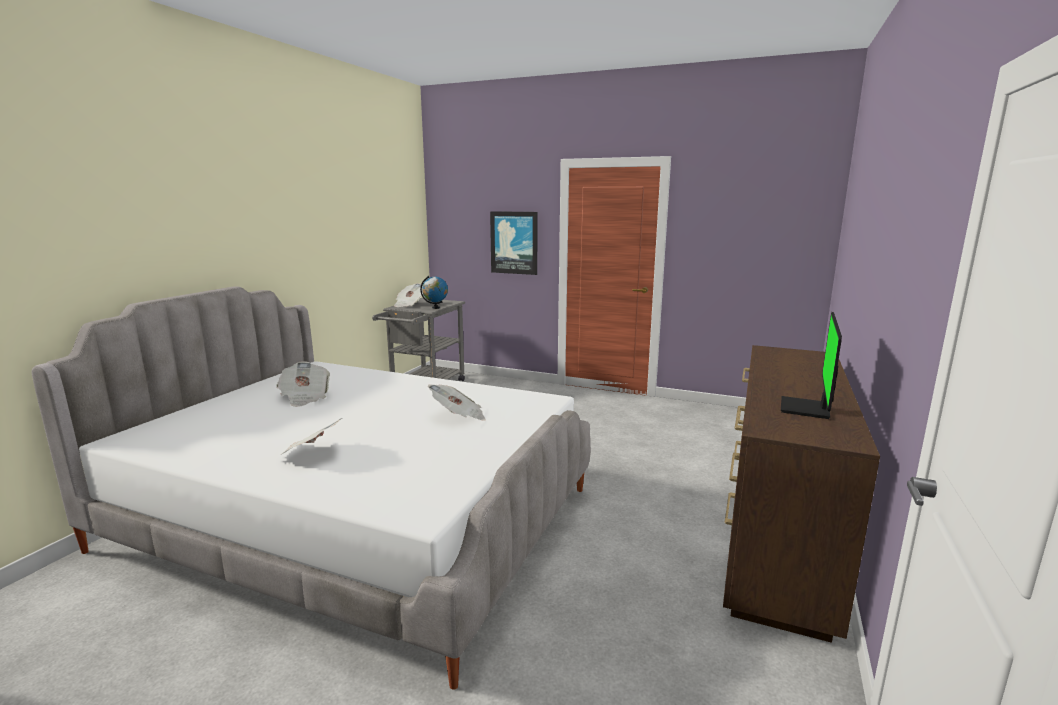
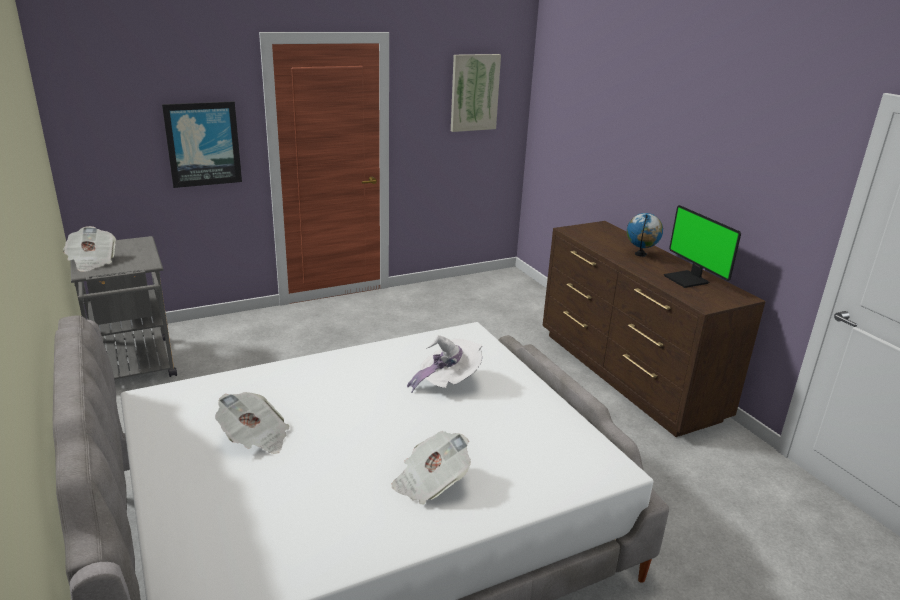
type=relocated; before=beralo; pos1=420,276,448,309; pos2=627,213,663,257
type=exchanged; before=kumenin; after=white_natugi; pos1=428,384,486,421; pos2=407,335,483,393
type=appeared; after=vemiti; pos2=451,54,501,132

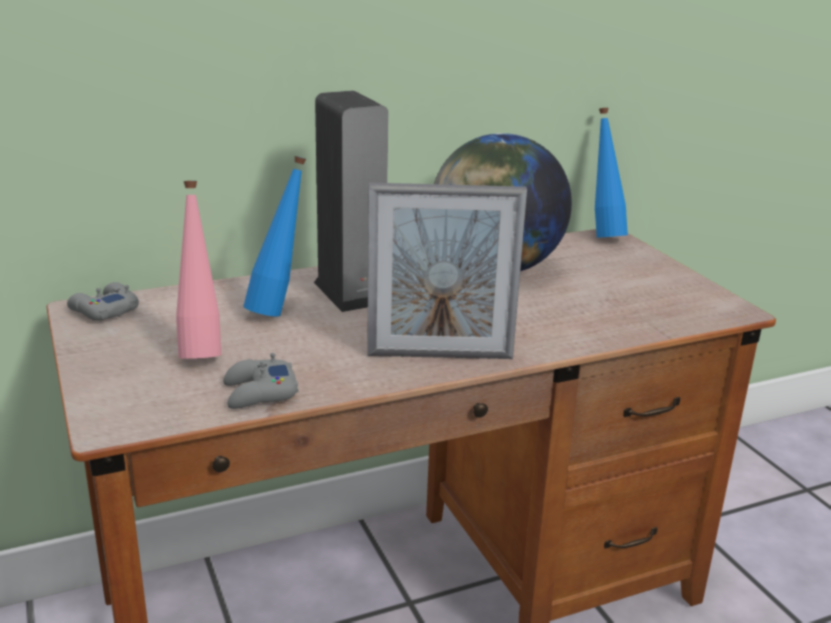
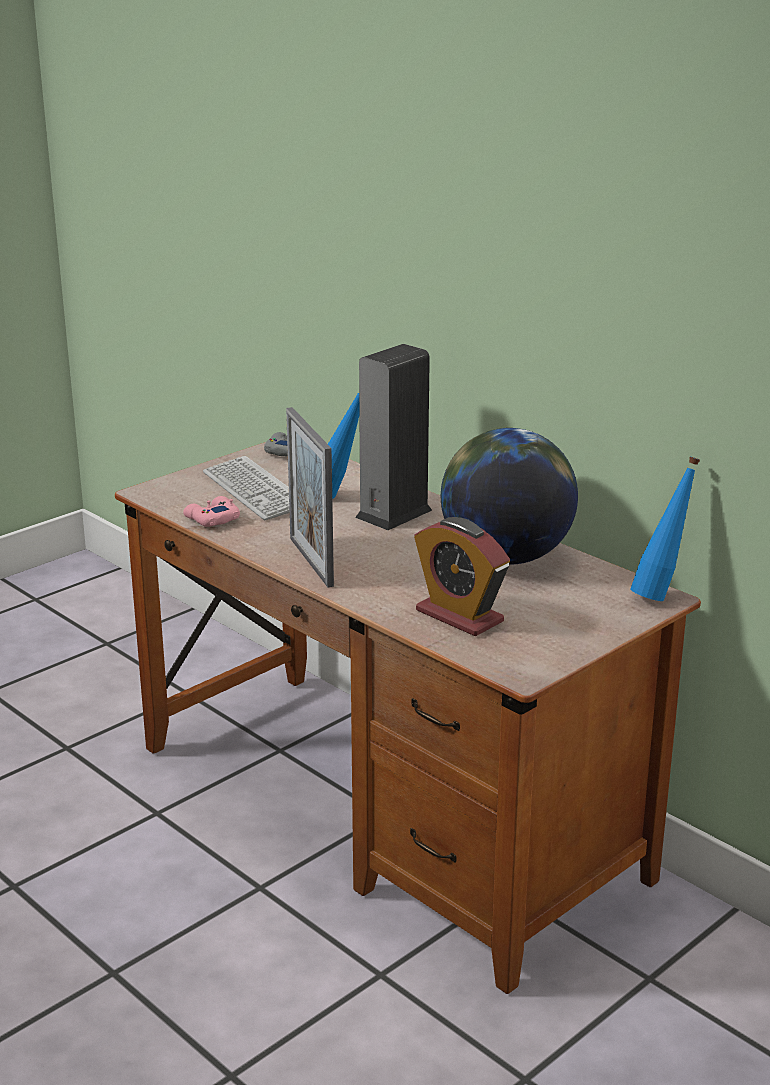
type=exchanged; before=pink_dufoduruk; after=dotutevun; pos1=176,181,222,359; pos2=203,456,289,520
type=colour; before=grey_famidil; after=pink_famidil; pos1=223,353,298,409; pos2=183,496,240,527
type=appeared; after=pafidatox; pos2=414,517,510,636

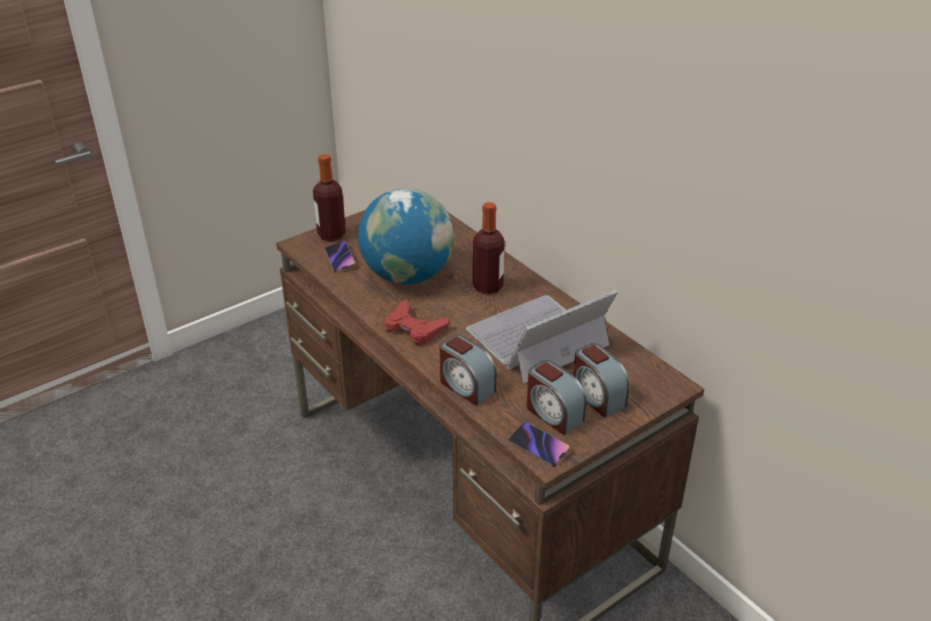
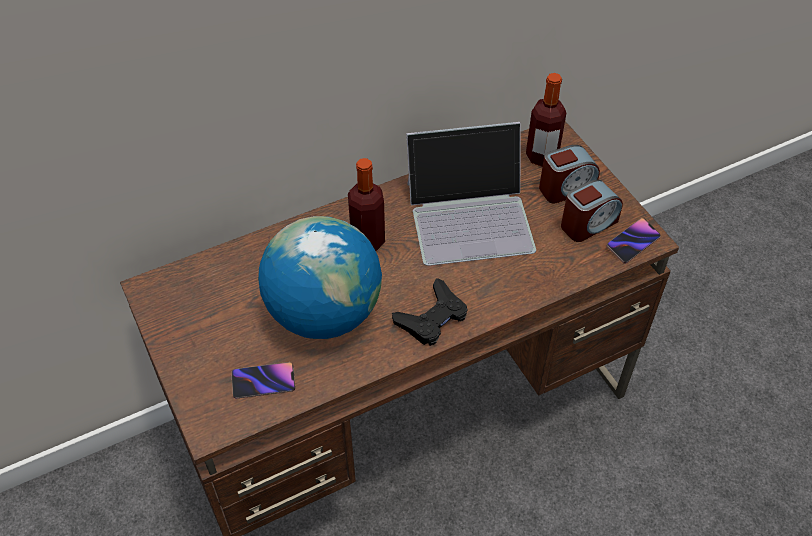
type=relocated; before=dufoduruk; pos1=313,154,346,242; pos2=526,73,566,167
type=colour; before=red_famidil; after=black_famidil; pos1=384,299,449,346; pos2=392,278,468,346
type=missing; before=pafidatox; pos1=440,334,496,406
type=spun; before=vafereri; pos1=466,290,618,384; pos2=406,122,536,266; turn=-75

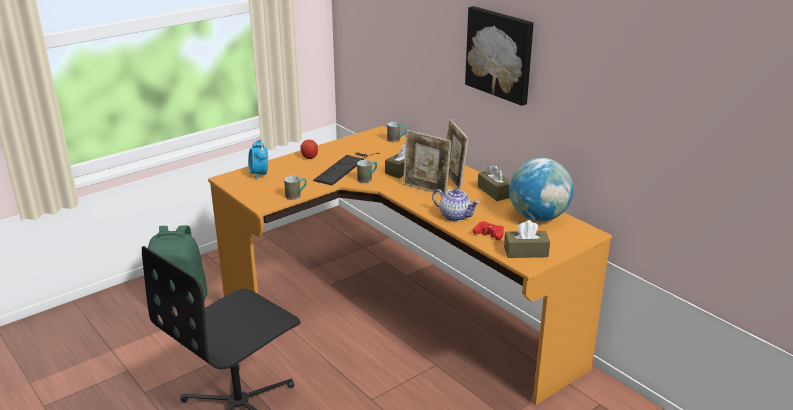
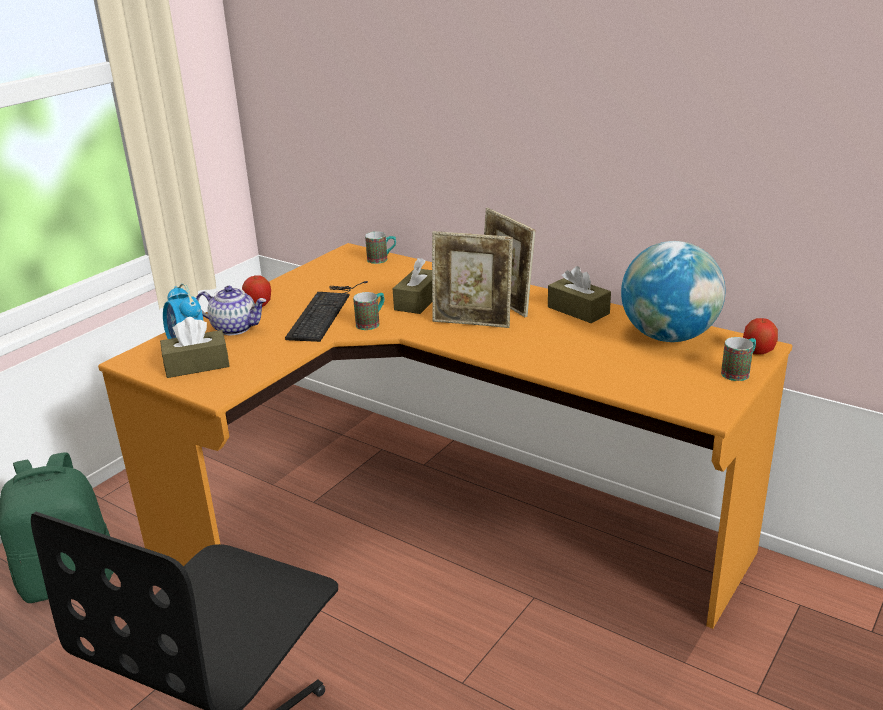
type=relocated; before=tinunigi; pos1=284,176,307,200; pos2=721,337,756,381
type=relocated; before=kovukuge; pos1=432,188,480,221; pos2=196,286,267,335
type=missing; before=vemiti; pos1=465,6,534,106
type=missing; before=red_famidil; pos1=473,221,504,241
type=relocated; before=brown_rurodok; pos1=504,220,550,258; pos2=160,317,229,378
type=appeared; after=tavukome; pos2=743,318,778,355

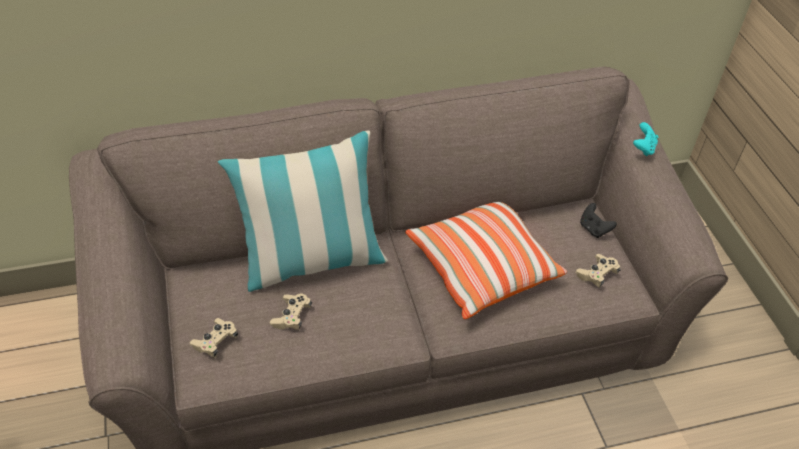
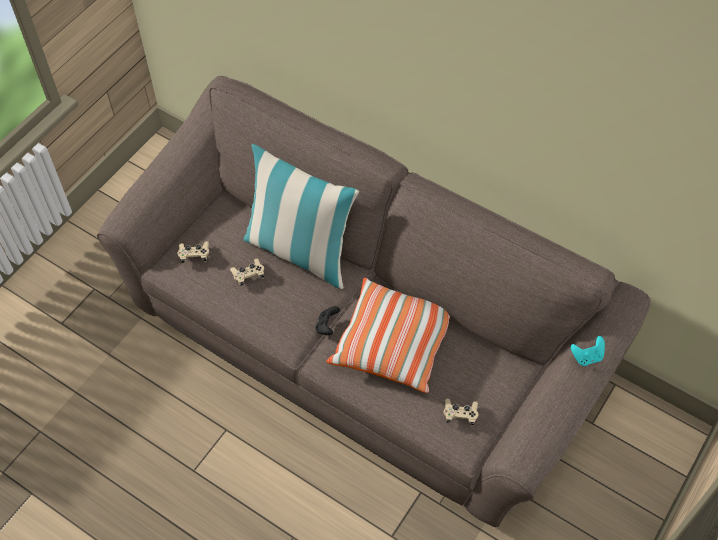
type=relocated; before=black_famidil; pos1=580,203,617,238; pos2=315,306,340,335

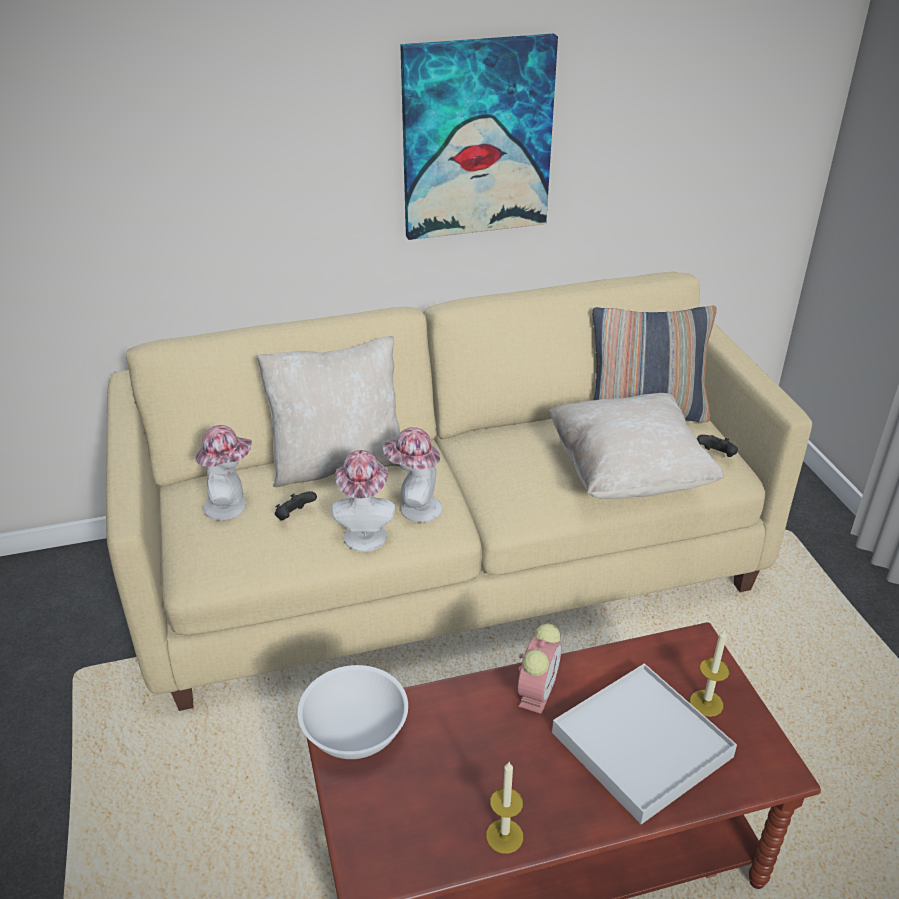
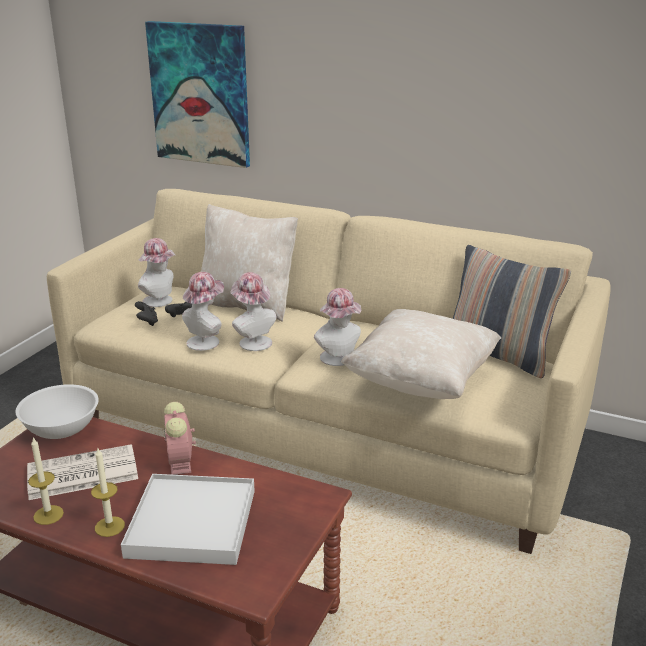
type=relocated; before=vemiti; pos1=400,34,558,240; pos2=145,21,250,168
type=spun; before=pafidatox; pos1=518,623,562,714; pos2=164,402,196,475; turn=105
type=relocated; before=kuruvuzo; pos1=690,629,729,717; pos2=91,448,125,537
type=relocated; before=black_famidil; pos1=697,435,738,457; pos2=135,301,158,326
type=appeared; after=kumenin; pos2=27,444,138,500
type=appeared; after=natugi; pos2=314,288,361,366

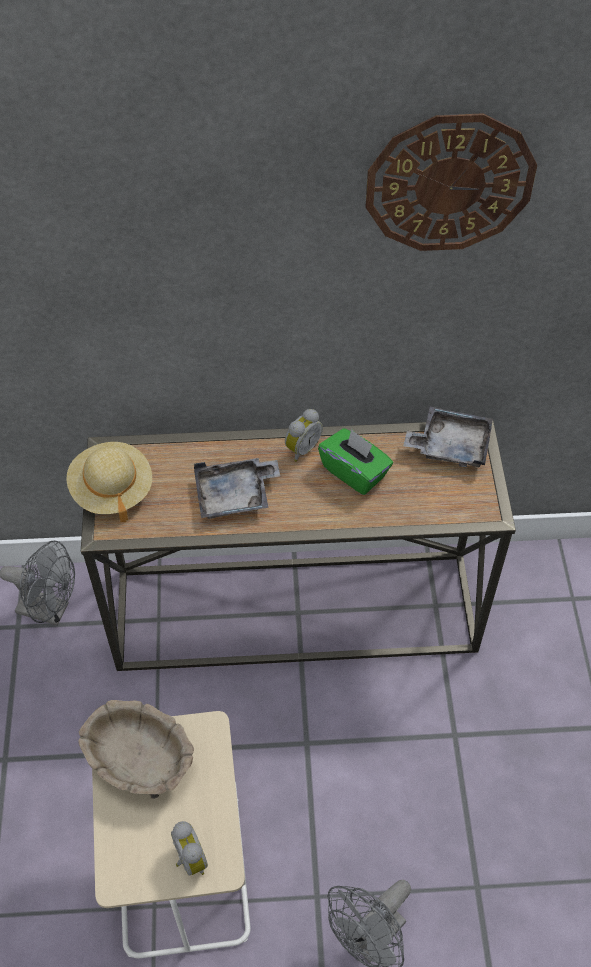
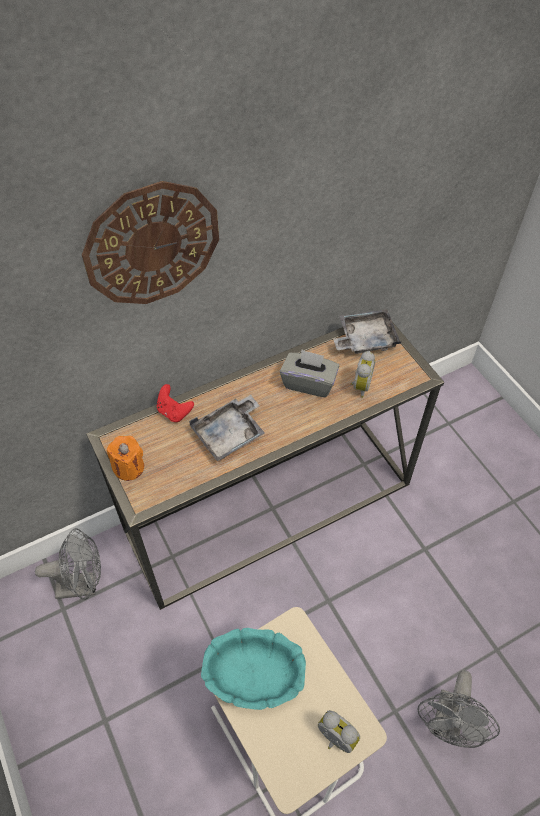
type=exchanged; before=beige_natugi; after=orange_kuruvuzo; pos1=66,442,152,522; pos2=107,436,144,481
type=colour; before=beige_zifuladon; after=turquoise_zifuladon; pos1=78,700,194,799; pos2=201,628,306,710
type=relocated; before=pafidatox; pos1=285,409,323,462; pos2=351,351,375,398
type=colour; before=green_rurodok; after=grey_rurodok; pos1=318,428,393,495; pos2=280,349,339,397
type=relocated; before=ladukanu; pos1=366,113,537,251; pos2=82,181,219,304
type=appeared; after=red_famidil; pos2=157,384,194,422

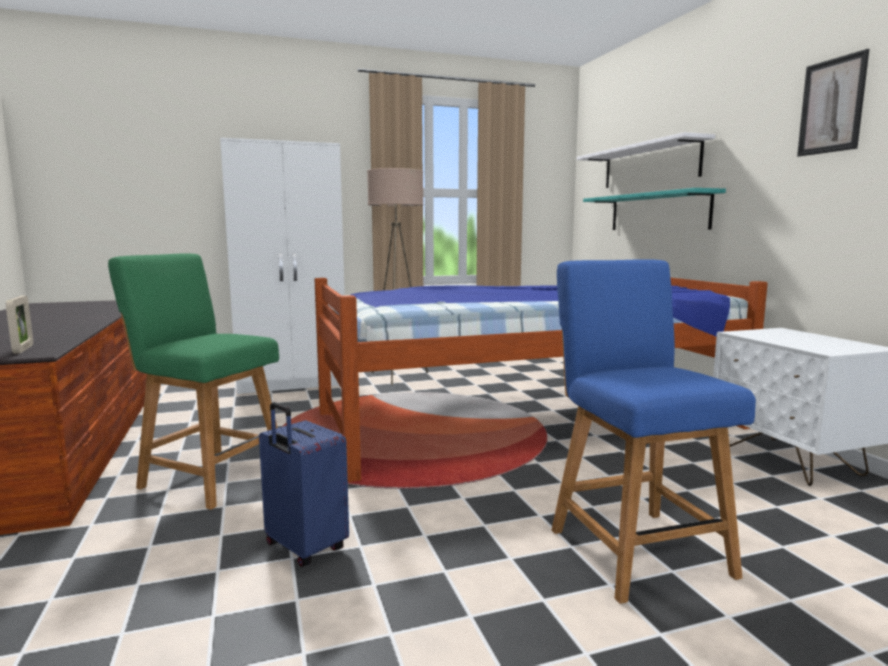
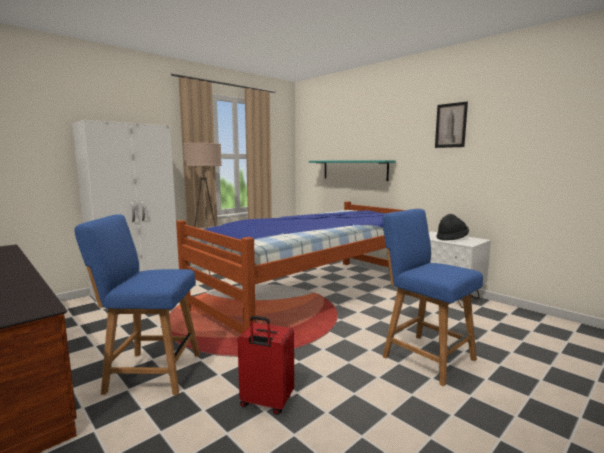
type=missing; before=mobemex; pos1=6,296,33,354
type=colour; before=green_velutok; after=blue_velutok; pos1=108,253,279,510; pos2=74,214,200,395
type=colour; before=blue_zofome; after=red_zofome; pos1=259,402,349,567; pos2=237,316,294,415
type=missing; before=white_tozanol; pos1=577,132,715,188
type=appeared; after=black_natugi; pos2=436,214,469,241

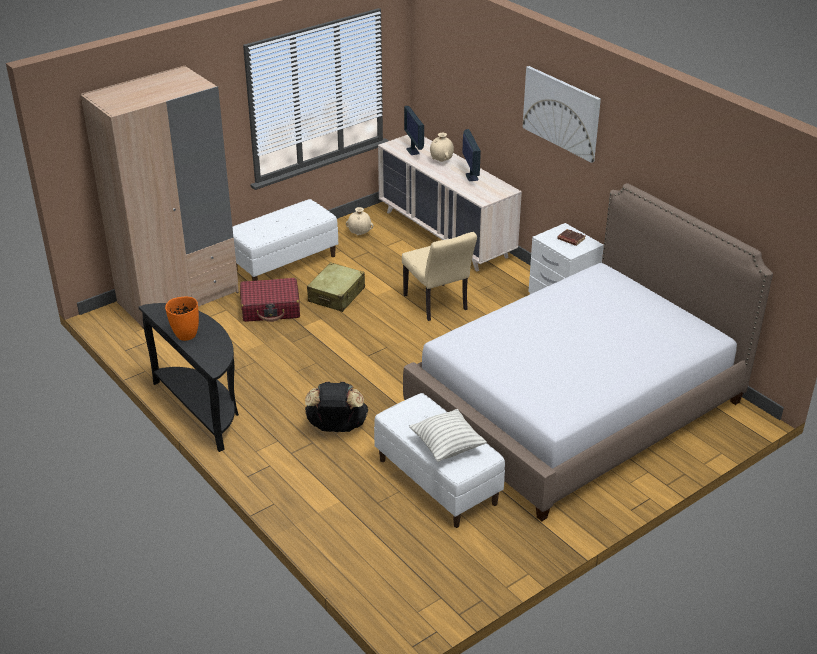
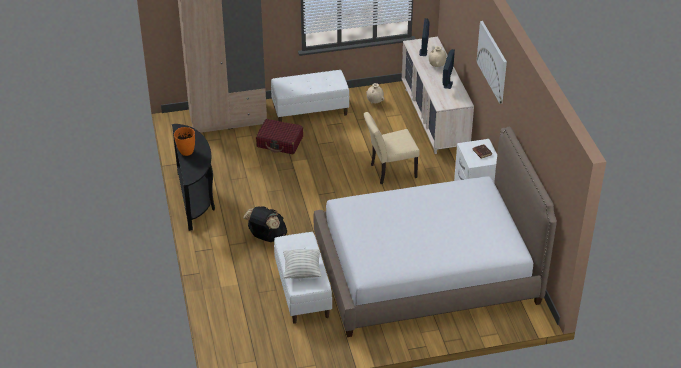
type=missing; before=beige_zofome; pos1=307,262,365,312
type=spun; before=beige_velutok; pos1=402,232,477,321; pos2=364,112,420,184; turn=75

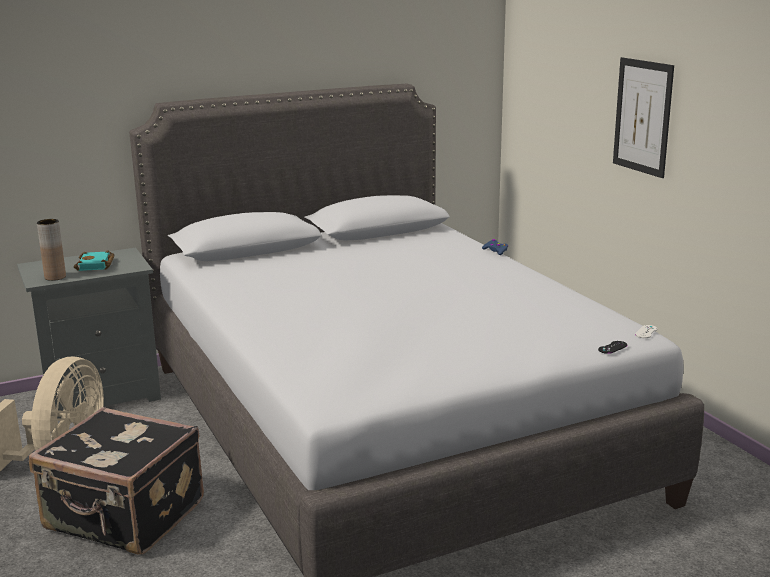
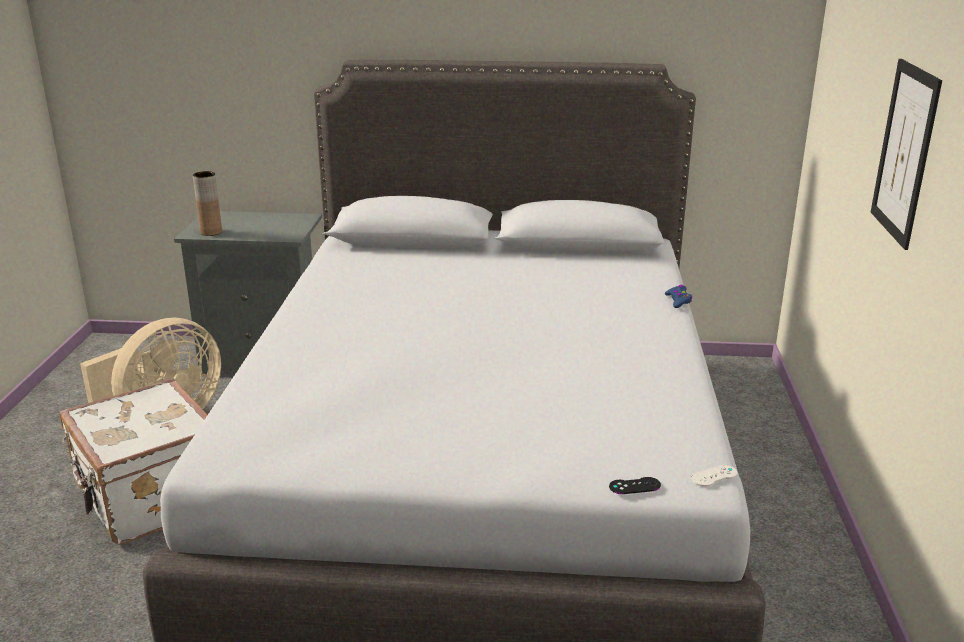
type=colour; before=black_zofome; after=white_zofome; pos1=29,407,204,555; pos2=60,379,208,545
type=missing; before=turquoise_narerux; pos1=74,250,114,271

